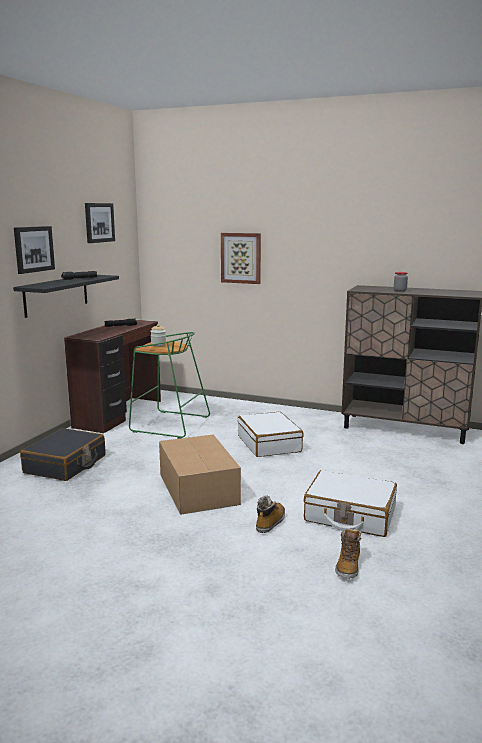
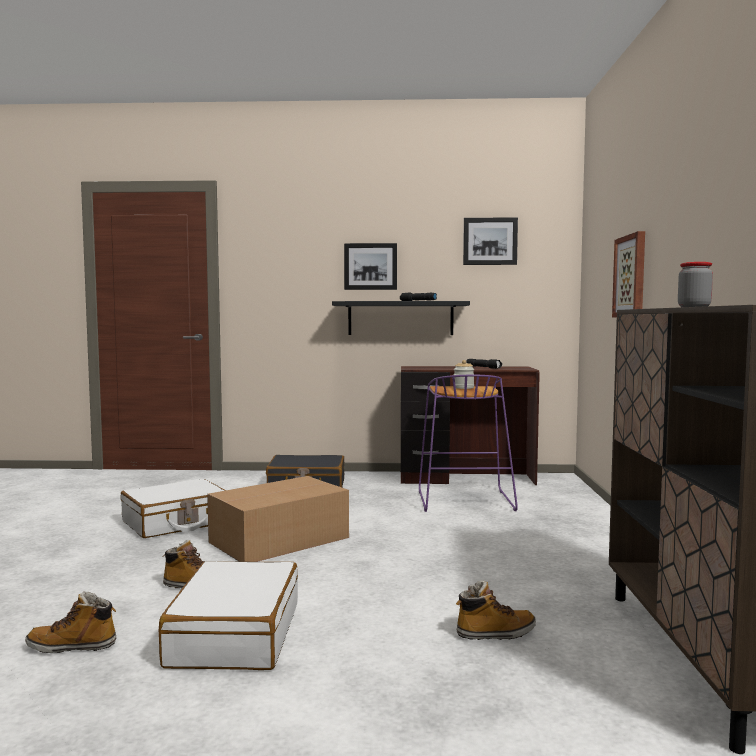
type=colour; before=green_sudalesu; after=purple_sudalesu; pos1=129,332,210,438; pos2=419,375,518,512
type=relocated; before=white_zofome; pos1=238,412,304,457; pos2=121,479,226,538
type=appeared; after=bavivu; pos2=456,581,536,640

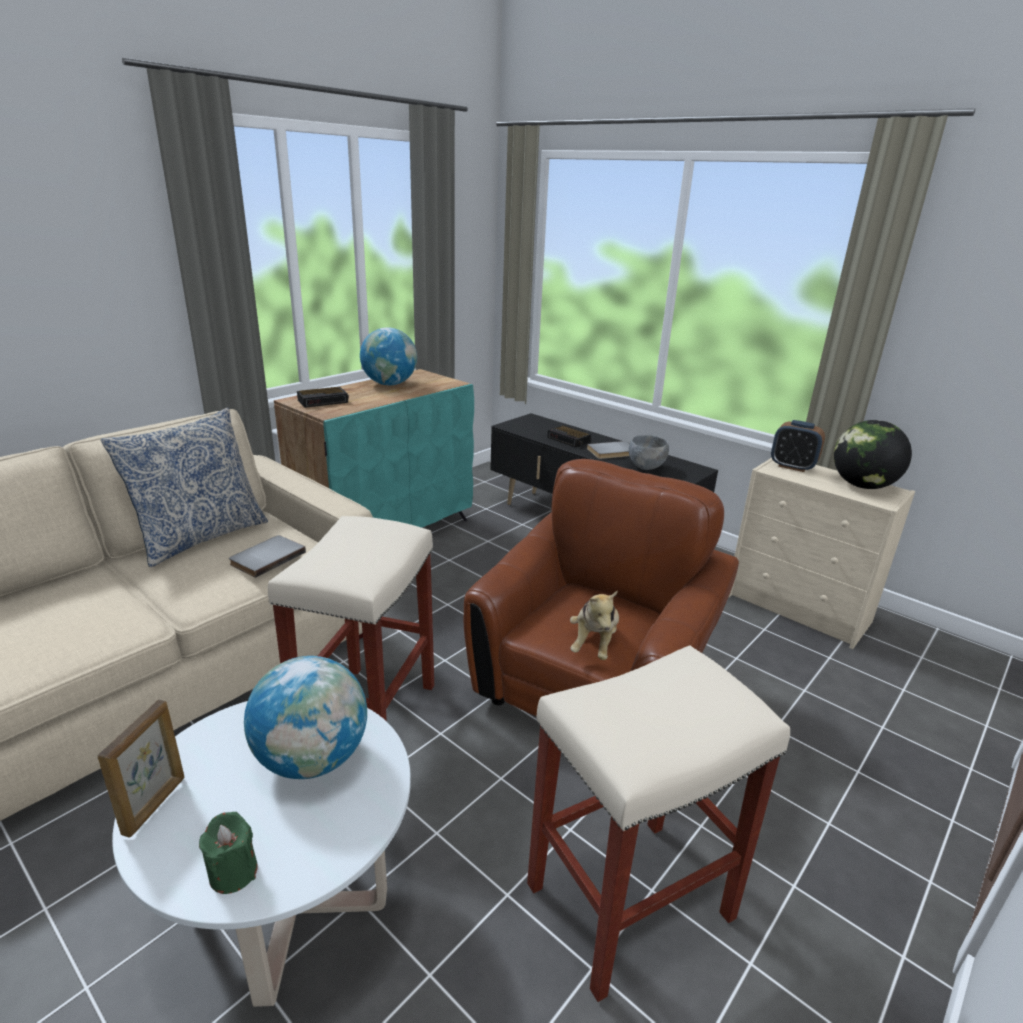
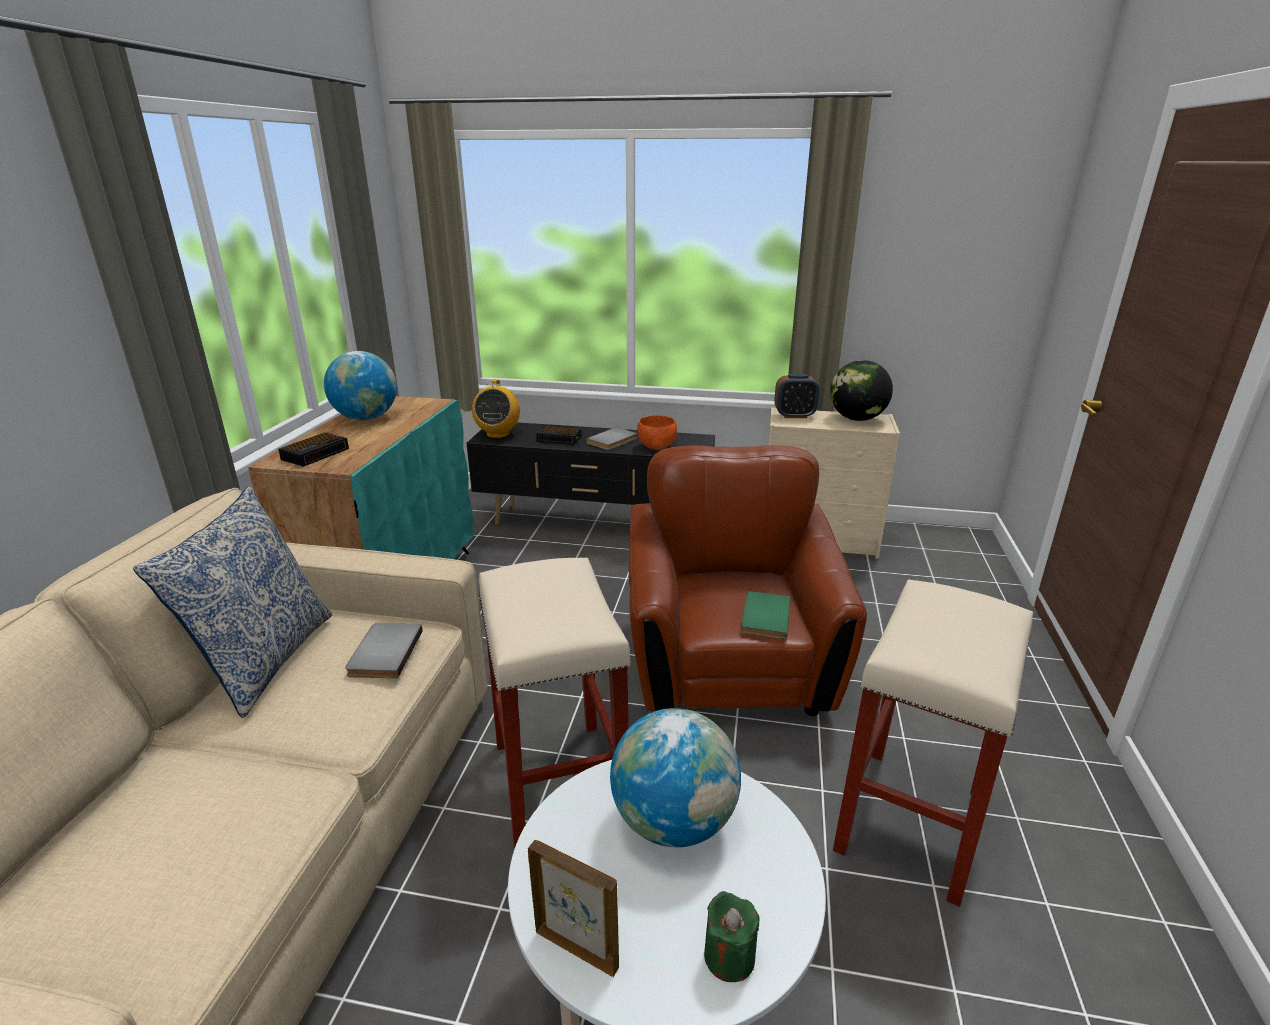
type=spun; before=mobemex; pos1=98,700,185,838; pos2=528,840,619,977; turn=-45
type=exchanged; before=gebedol; after=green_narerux; pos1=570,590,619,660; pos2=741,591,791,640
type=colour; before=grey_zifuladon; after=orange_zifuladon; pos1=629,435,669,470; pos2=637,415,677,450
type=appeared; after=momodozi; pos2=472,380,520,438

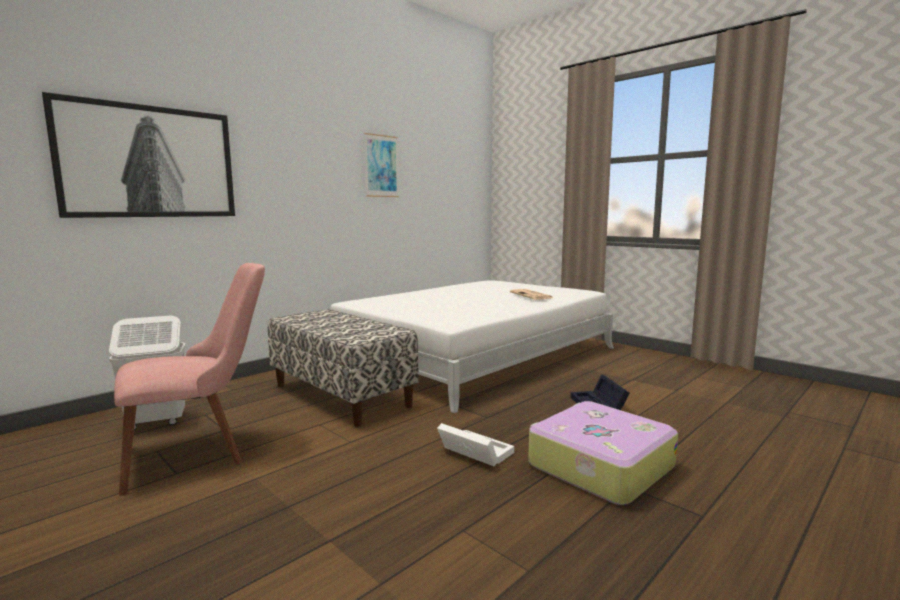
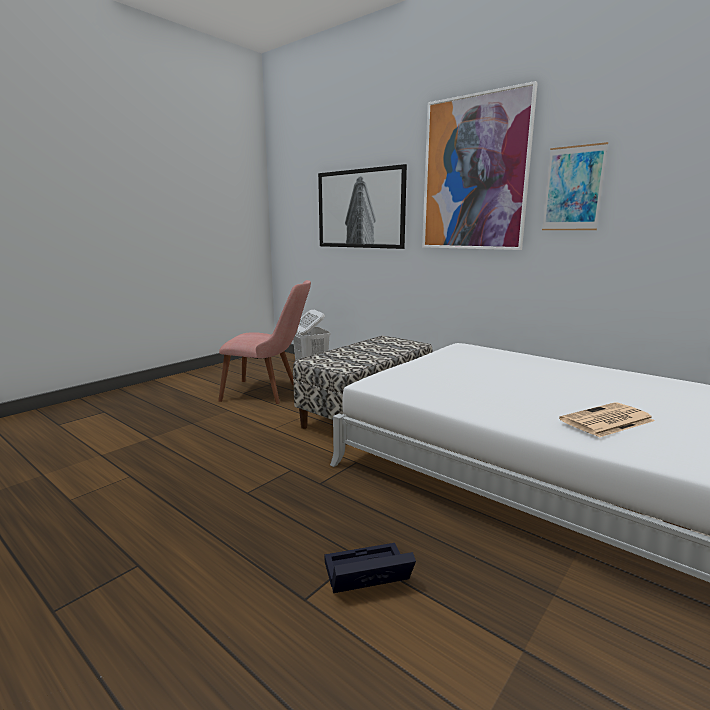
type=spun; before=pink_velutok; pos1=114,263,265,496; pos2=218,280,311,404; turn=-45
type=missing; before=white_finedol; pos1=437,423,514,466
type=missing; before=zofome; pos1=528,401,678,505
type=appeared; after=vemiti; pos2=422,81,538,250

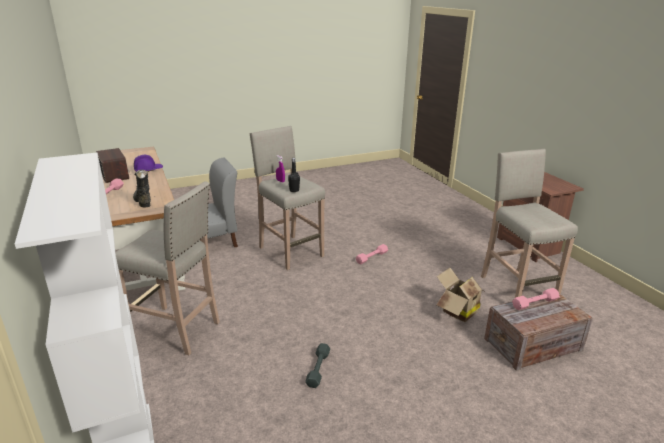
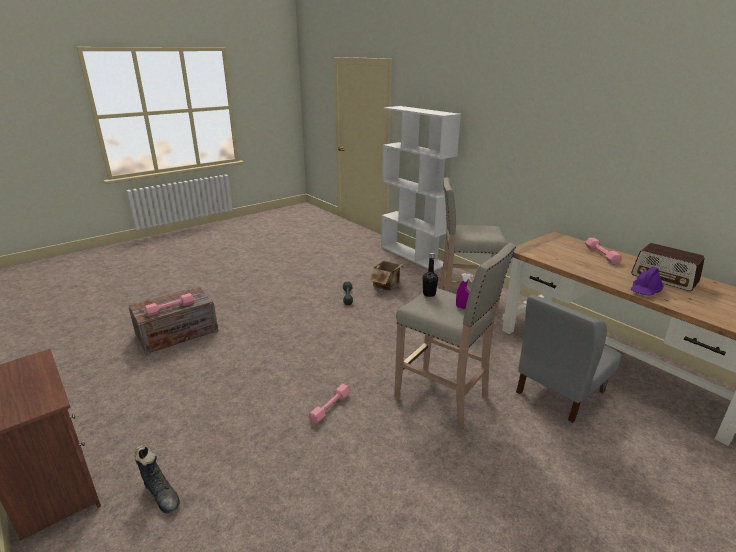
type=relocated; before=black_bavivu; pos1=133,170,151,207; pos2=135,444,180,513
type=relocated; before=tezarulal; pos1=437,268,486,322; pos2=368,257,407,291
type=missing; before=beige_sudalesu; pos1=481,149,578,298

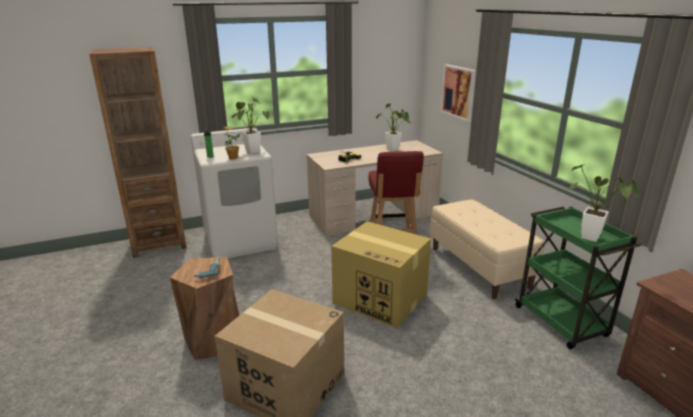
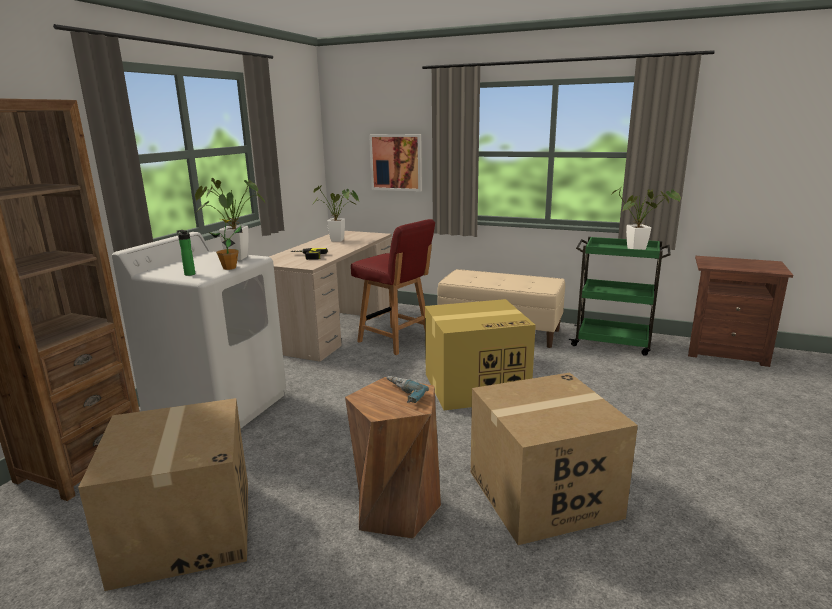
type=appeared; after=tezarulal; pos2=78,398,248,591

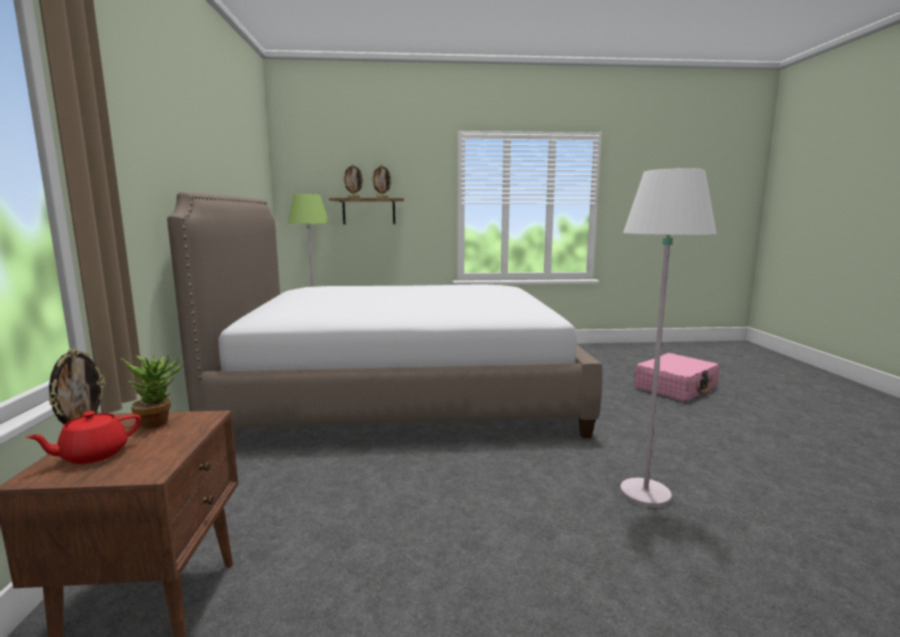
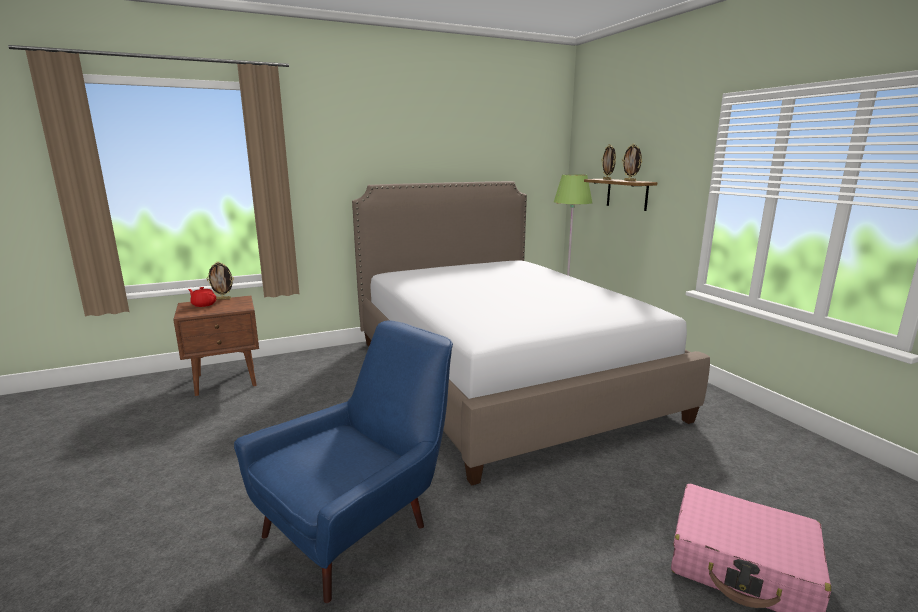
type=missing; before=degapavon; pos1=120,355,185,429
type=exchanged; before=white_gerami; after=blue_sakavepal; pos1=620,168,717,508; pos2=234,320,453,603

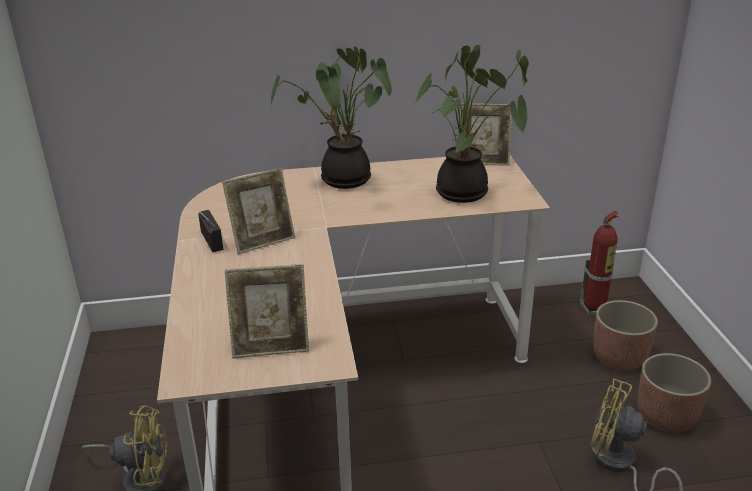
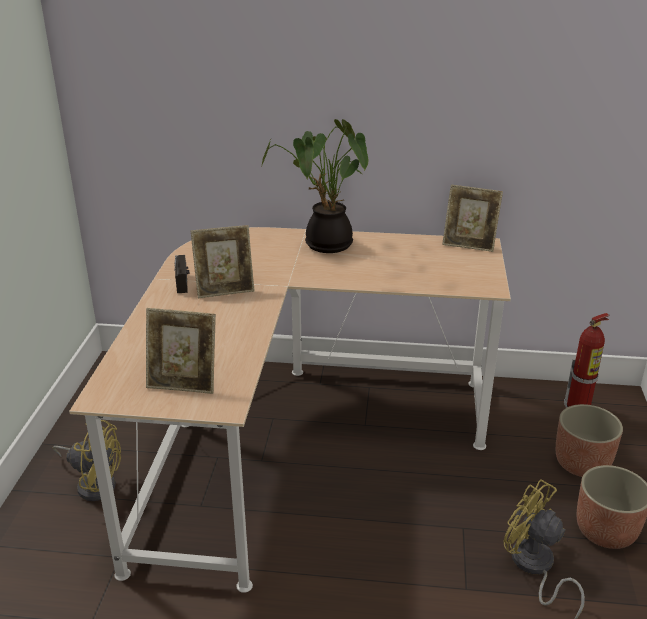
type=missing; before=degapavon; pos1=415,45,529,203

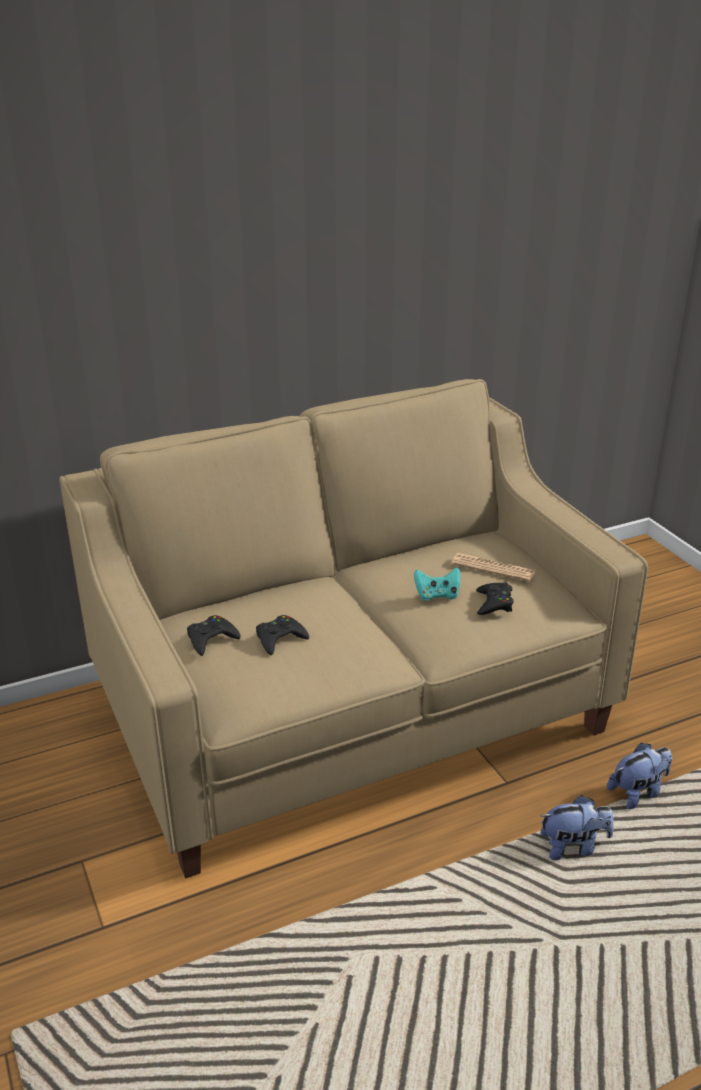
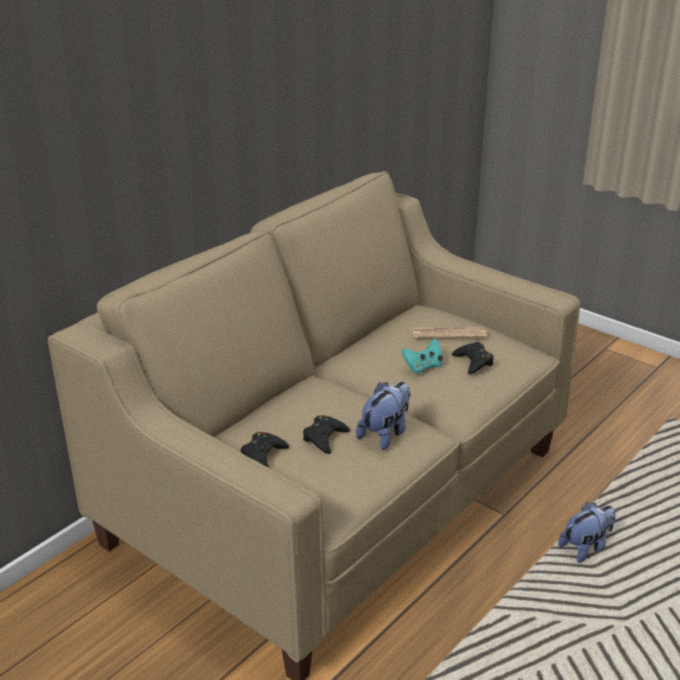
type=relocated; before=gebedol; pos1=607,742,672,809; pos2=356,382,410,450

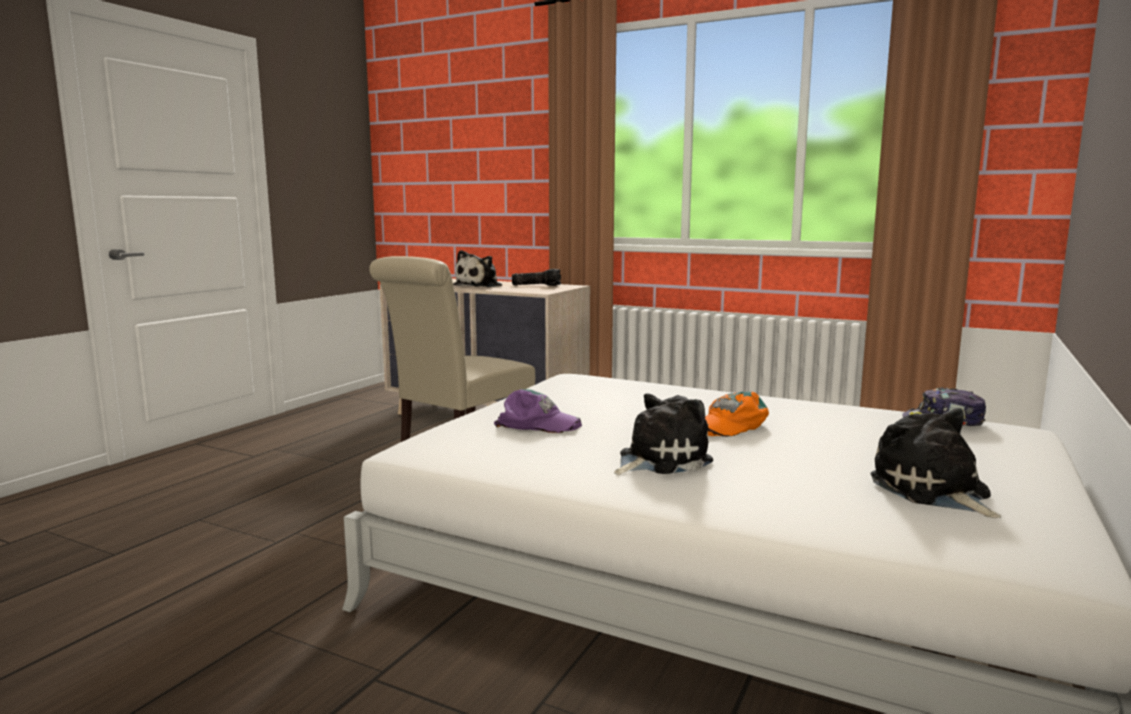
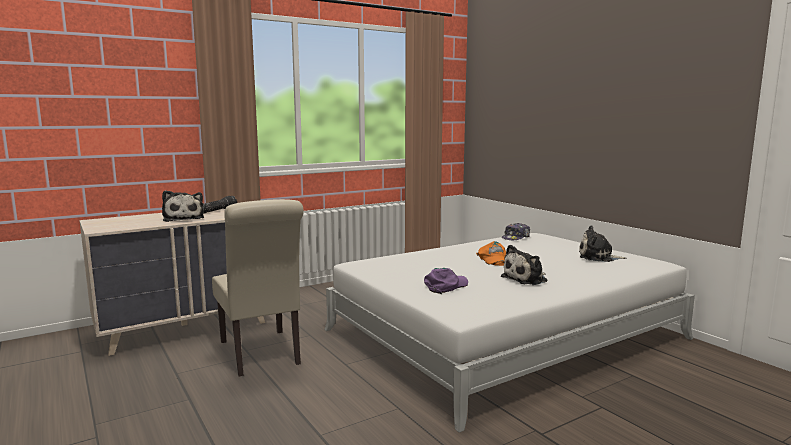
type=spun; before=gebedol; pos1=614,393,713,475; pos2=501,245,547,285; turn=-120

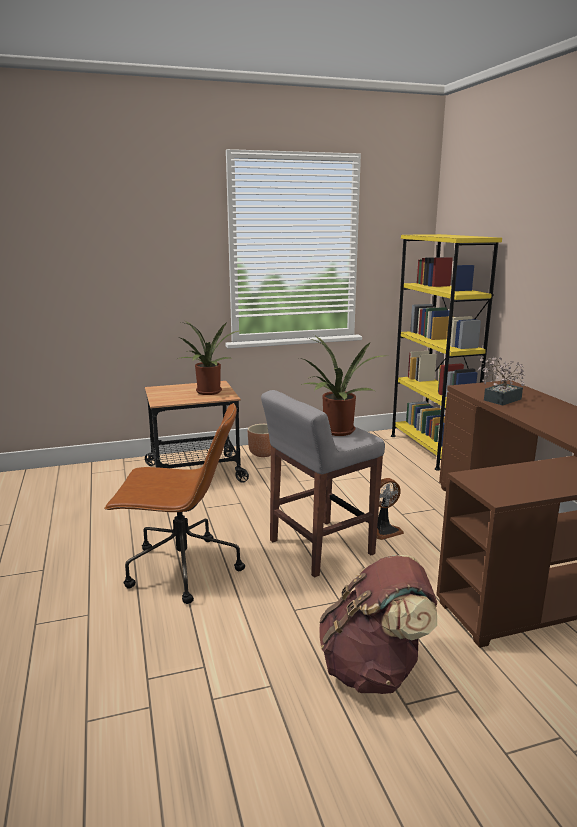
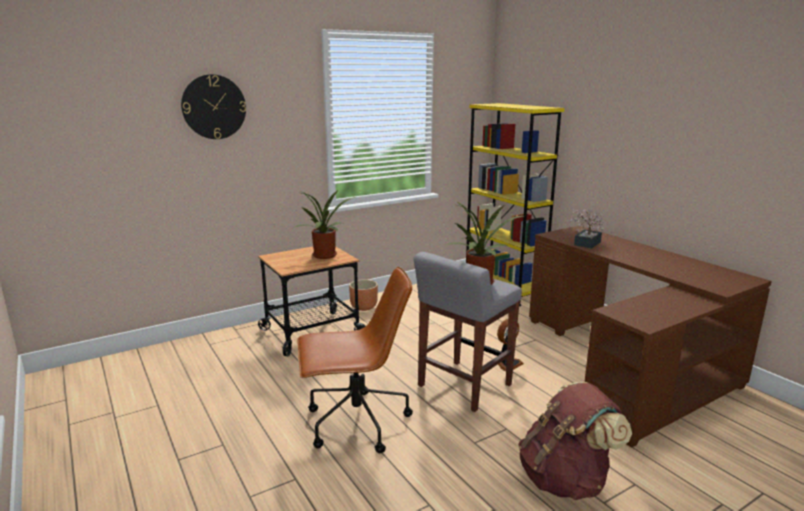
type=appeared; after=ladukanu; pos2=181,74,246,139

